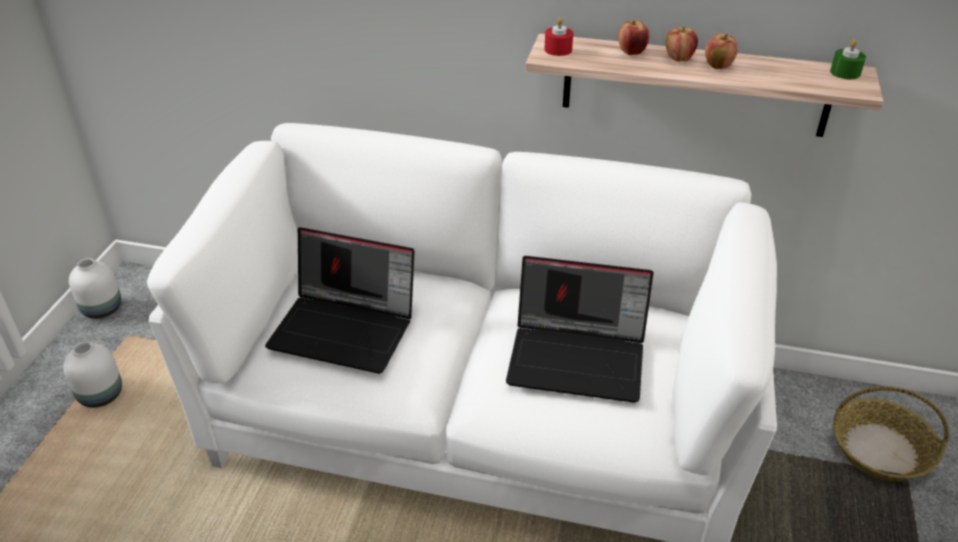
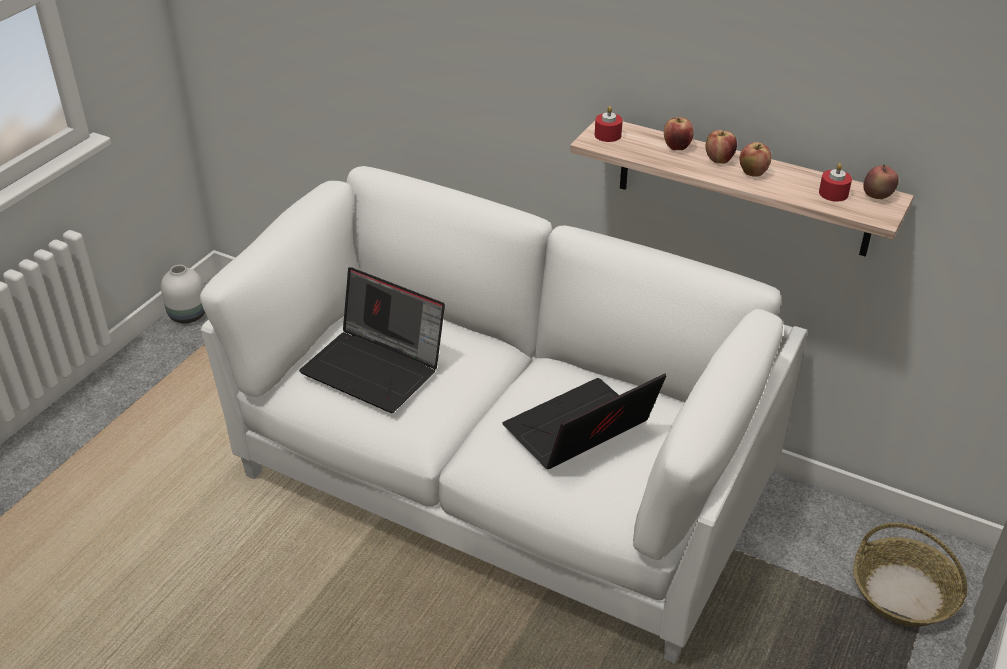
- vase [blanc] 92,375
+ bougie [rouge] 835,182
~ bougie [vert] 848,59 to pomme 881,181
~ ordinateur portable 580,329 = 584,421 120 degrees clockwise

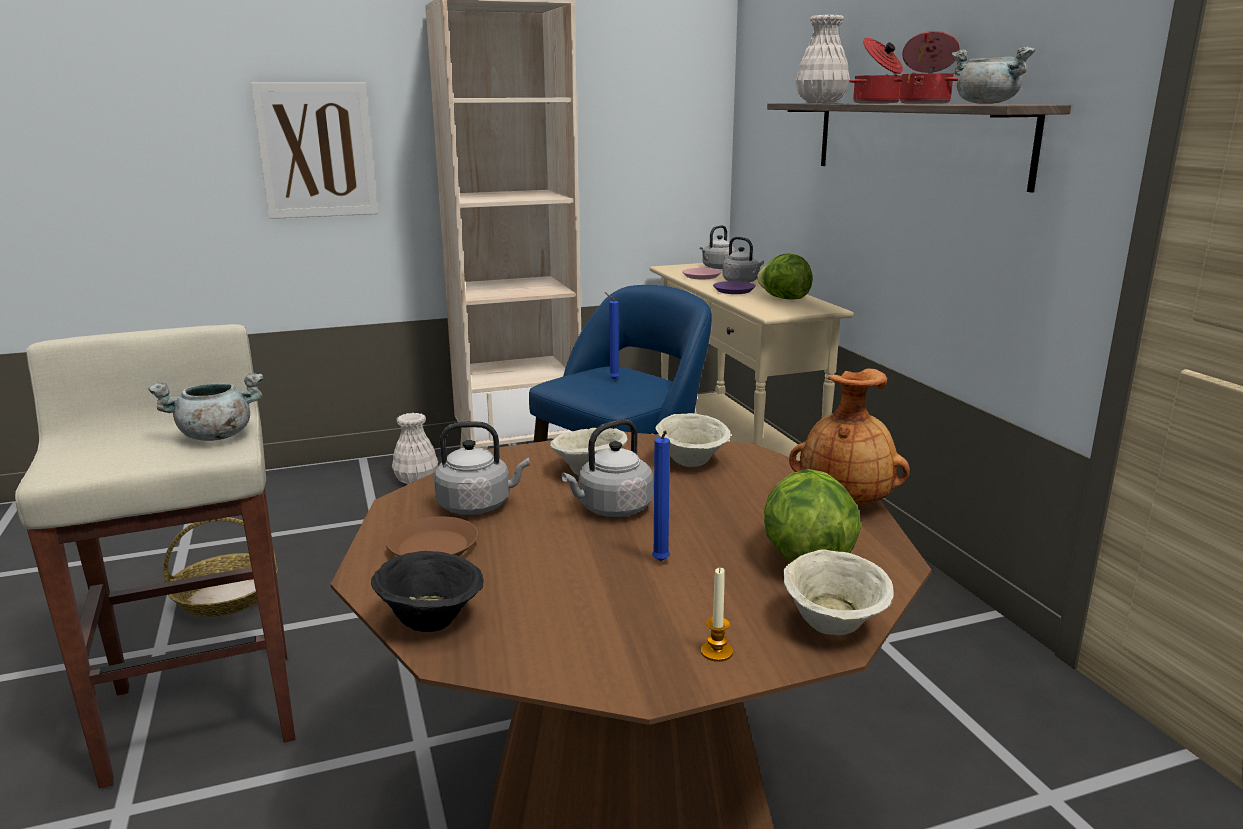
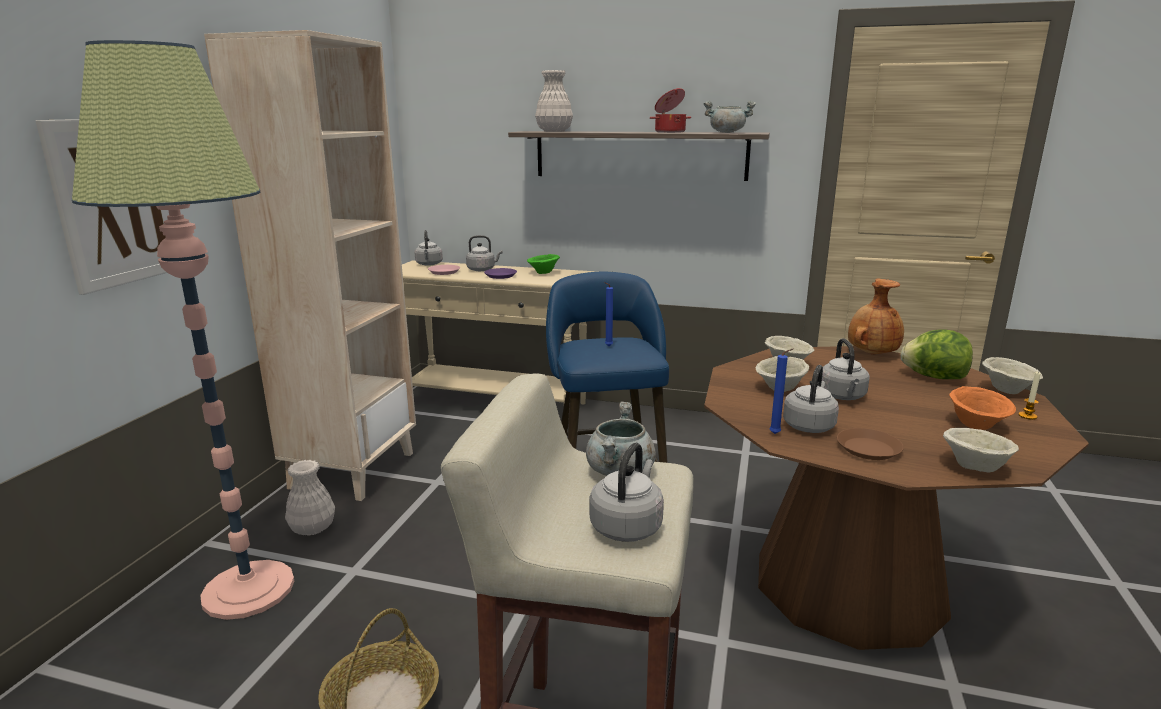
- marmite 876,70
+ lampadaire 183,330
+ bouilloire [gris] 627,492
+ bol [orange] 982,408
~ bougie [bleu] 661,496 to 781,391
~ laitue 785,276 to bol [vert] 543,264
~ bol [noir] 427,591 to bol [beige] 981,450

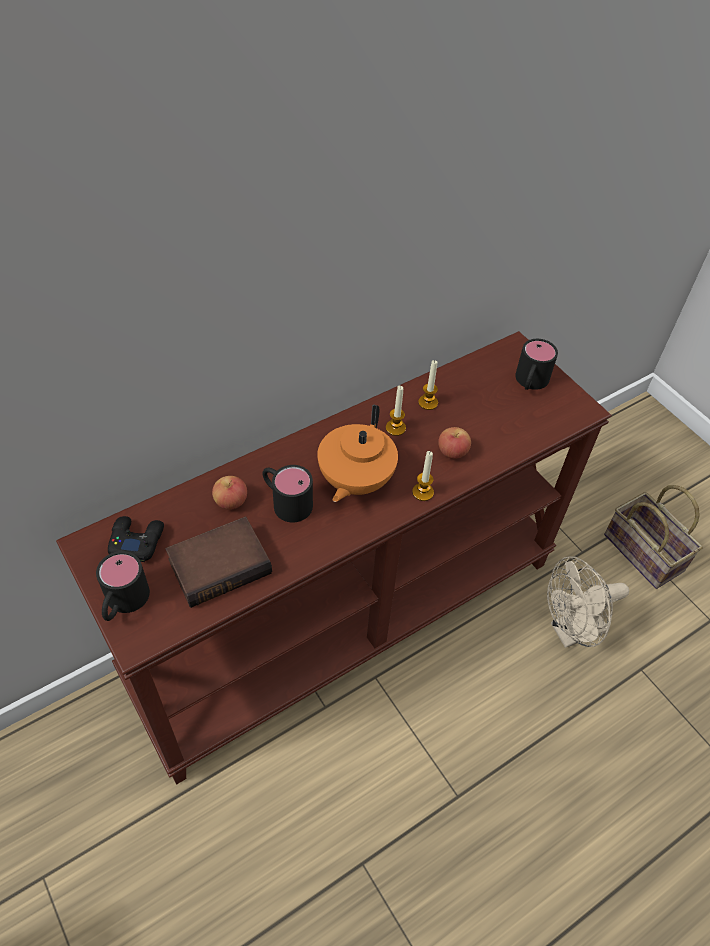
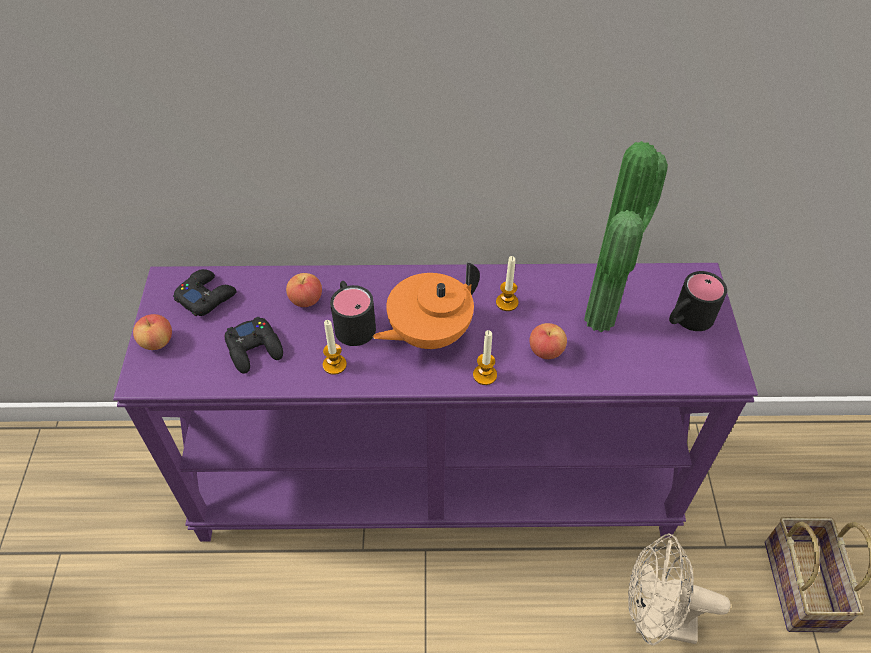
+ plante en pot 626,236
~ bougie 428,385 to 335,347
~ mug [noir] 123,586 to pomme 152,332
~ livre 219,562 to manette [noir] 254,345
~ table console [marron] 334,558 to table console [violet] 435,402

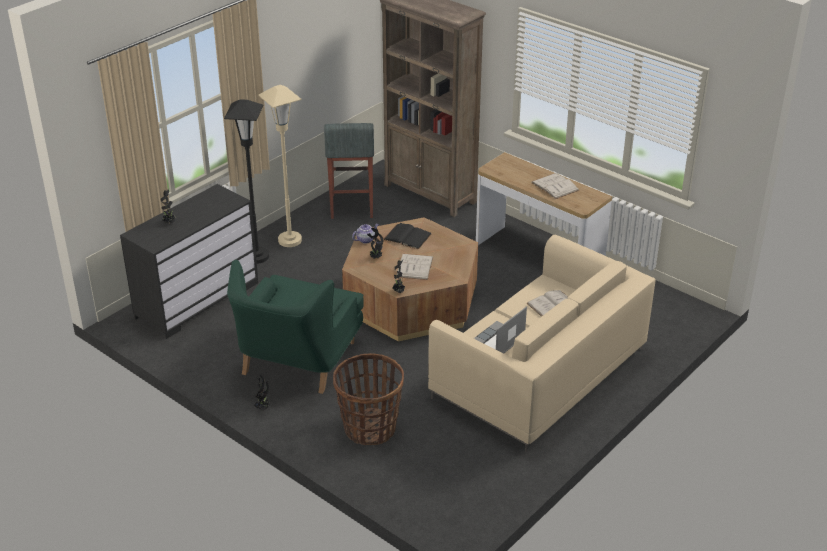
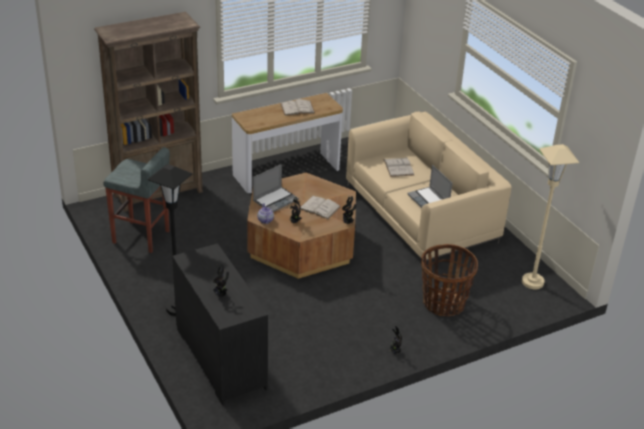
- fauteuil [vert] 295,327
~ lampadaire [beige] 280,166 to 550,216
~ livre [noir] 407,236 to ordinateur portable 276,188

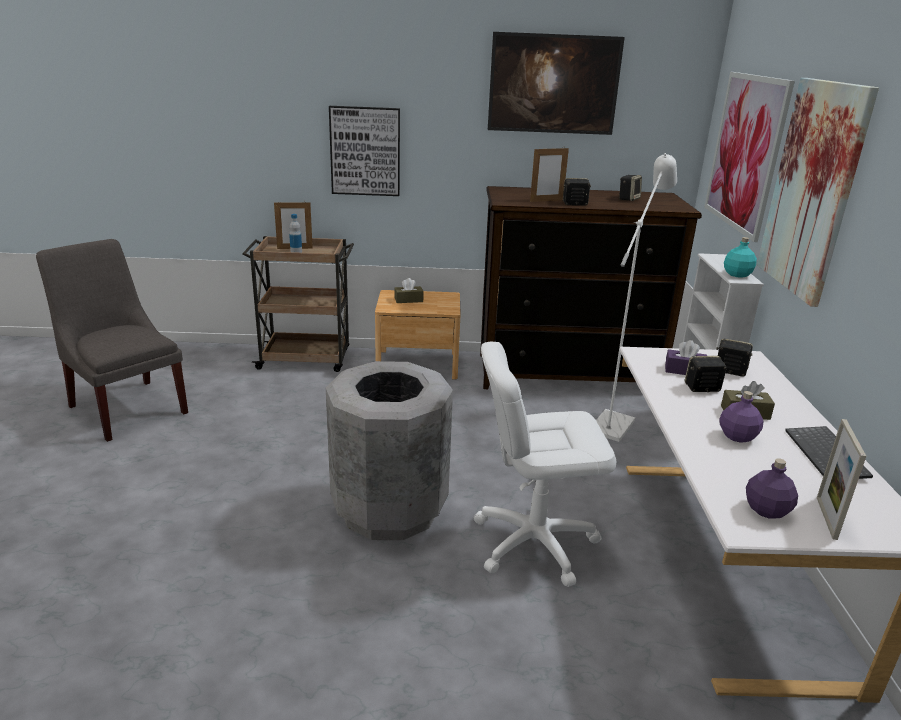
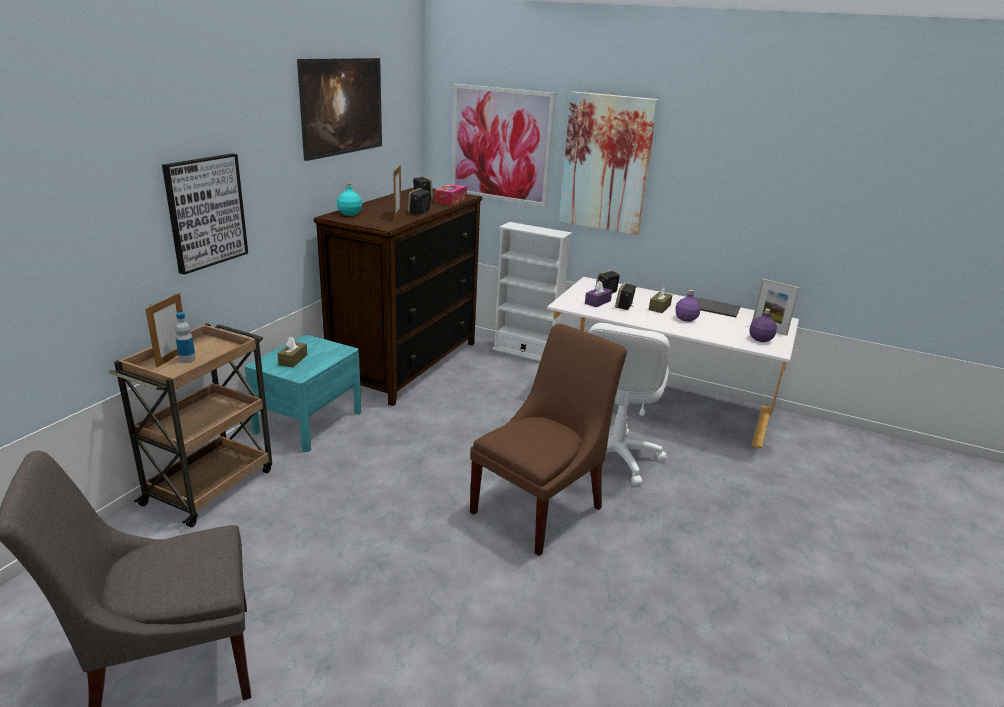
- lampadaire [blanc] 636,297
+ boîte à mouchoirs 451,194
~ bouteille [turquoise] 740,257 to 349,199
~ poubelle [gris] 389,450 to chaise [marron] 548,440
~ table de chevet [marron] 418,335 to table de chevet [turquoise] 303,393

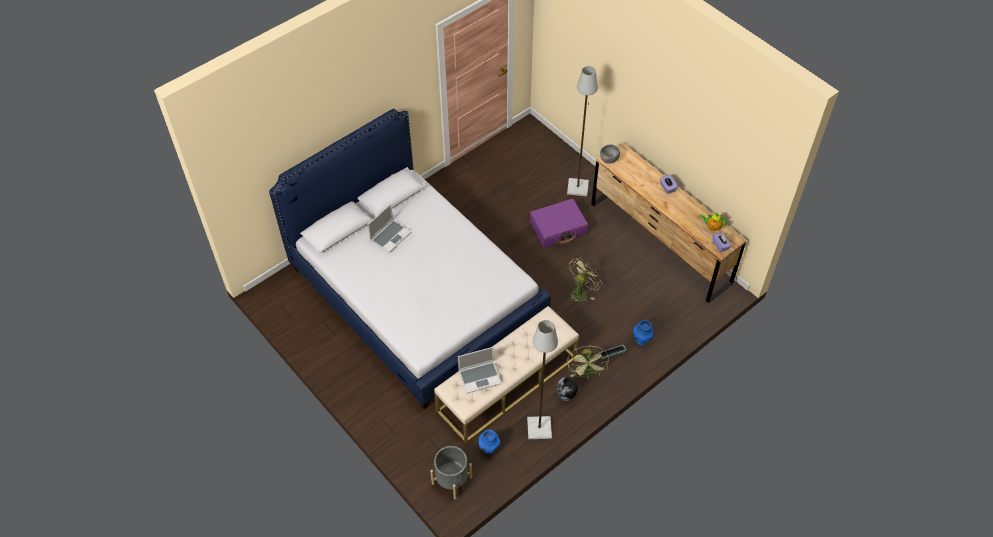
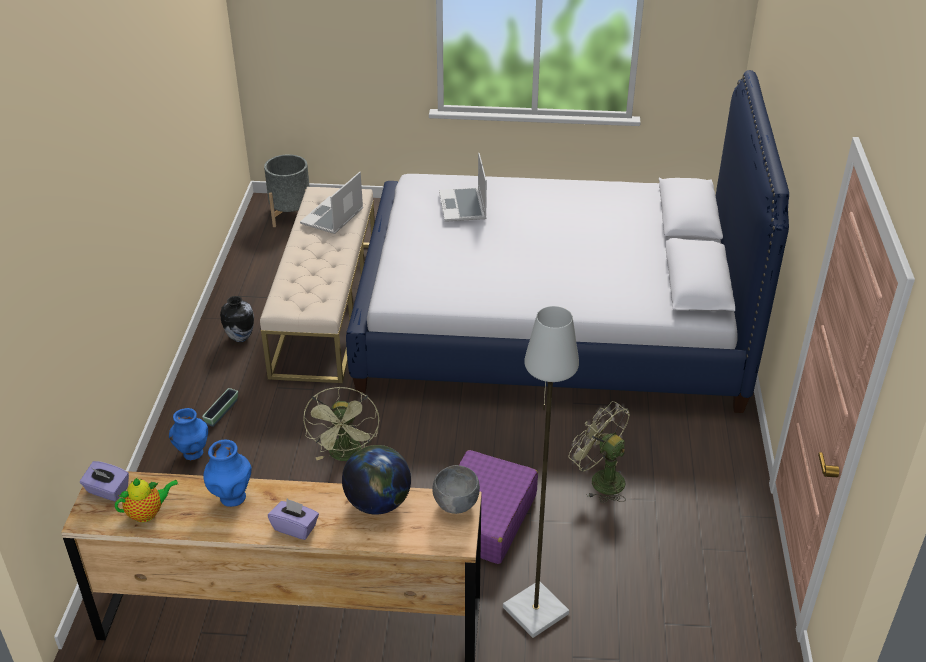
- lampadaire [gris] 542,379
+ globe 376,480
~ ordinateur portable 389,228 to 463,187
~ vase [bleu] 489,441 to 227,473
~ ventilateur [vert] 588,362 to 599,452

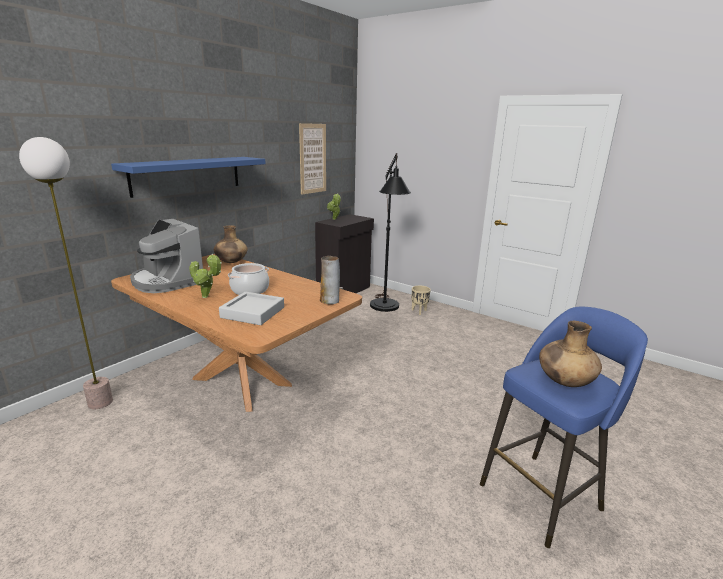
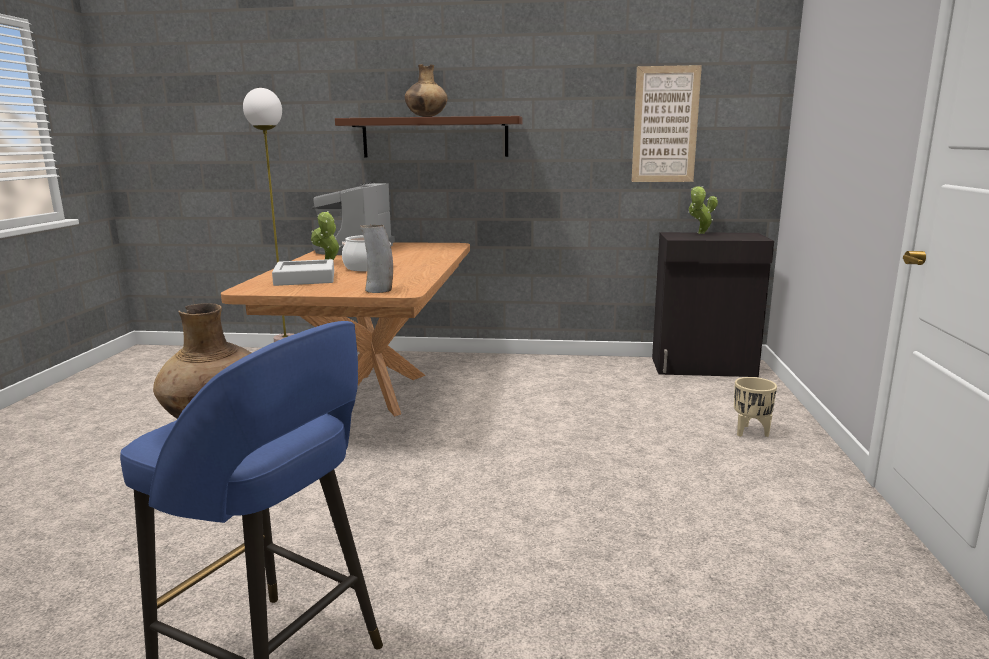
- lampadaire [noir] 390,232
~ vase [marron] 231,244 to 426,90
~ étagère [bleu] 188,177 to étagère [marron] 428,136

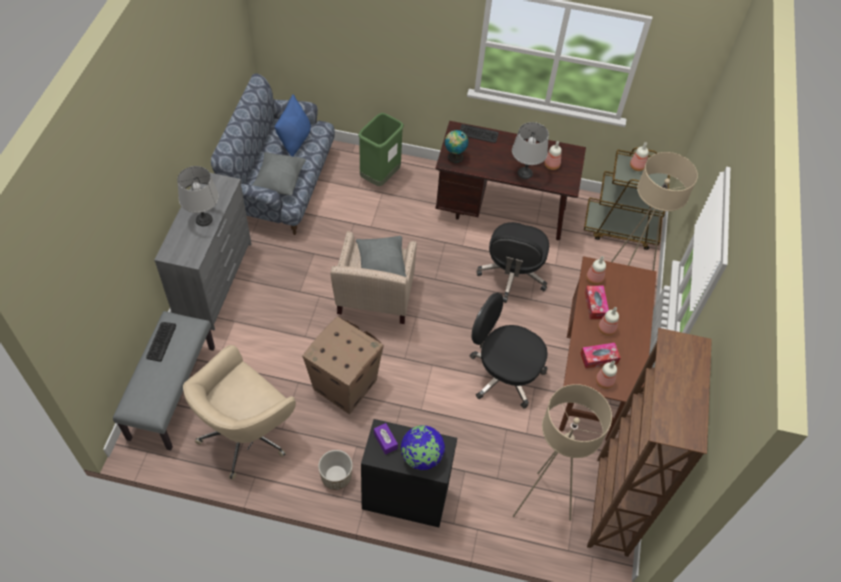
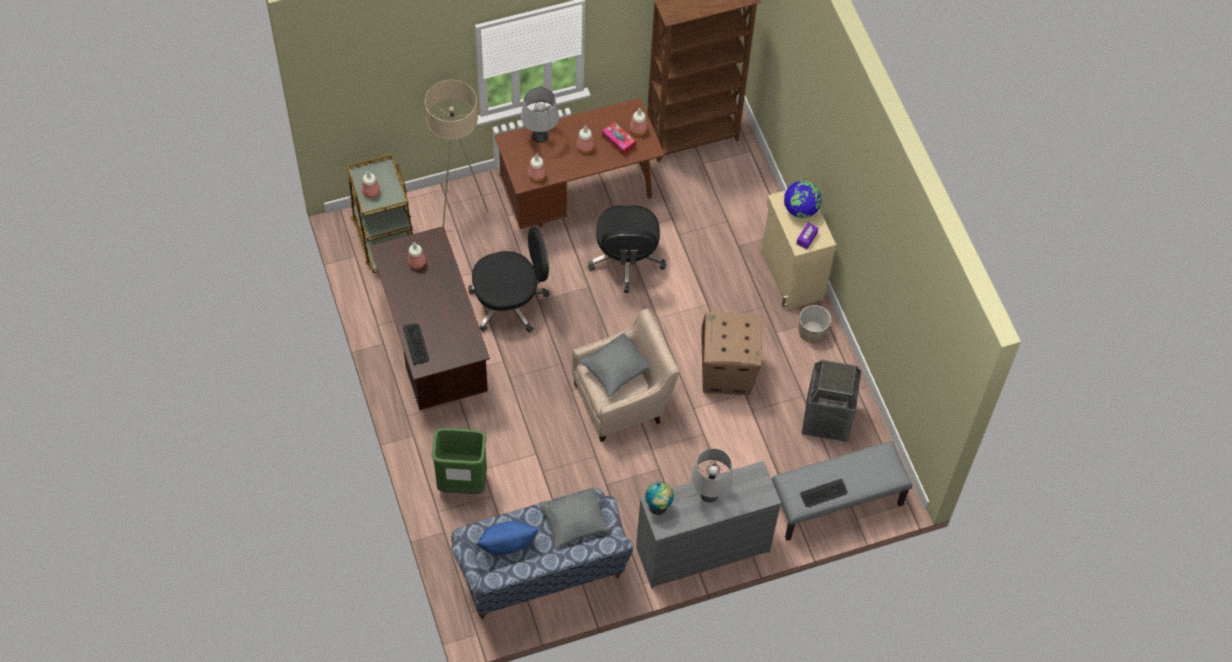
- lampadaire [beige] 562,452
- boîte à mouchoirs 597,302
~ globe 456,146 to 659,498
~ lampe de table [gris] 530,150 to 540,115
~ chaise de bureau [beige] 239,412 to poubelle 831,401
~ meuble de rangement [noir] 409,473 to meuble de rangement [beige] 799,250

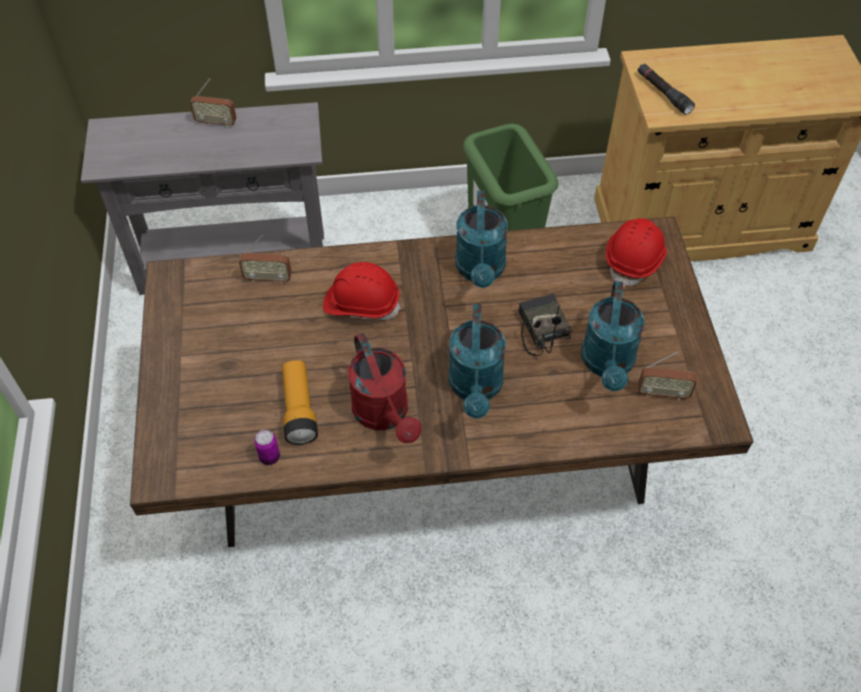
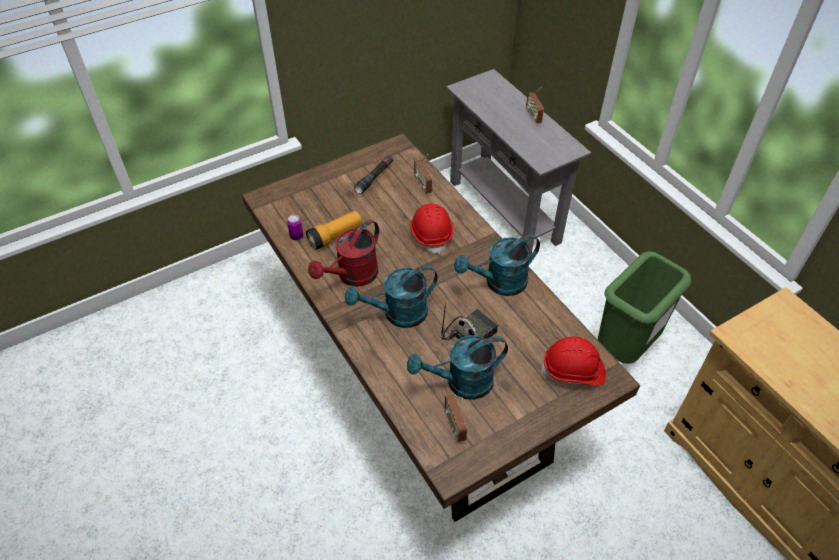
~ lampe de poche [noir] 666,89 to 373,174

